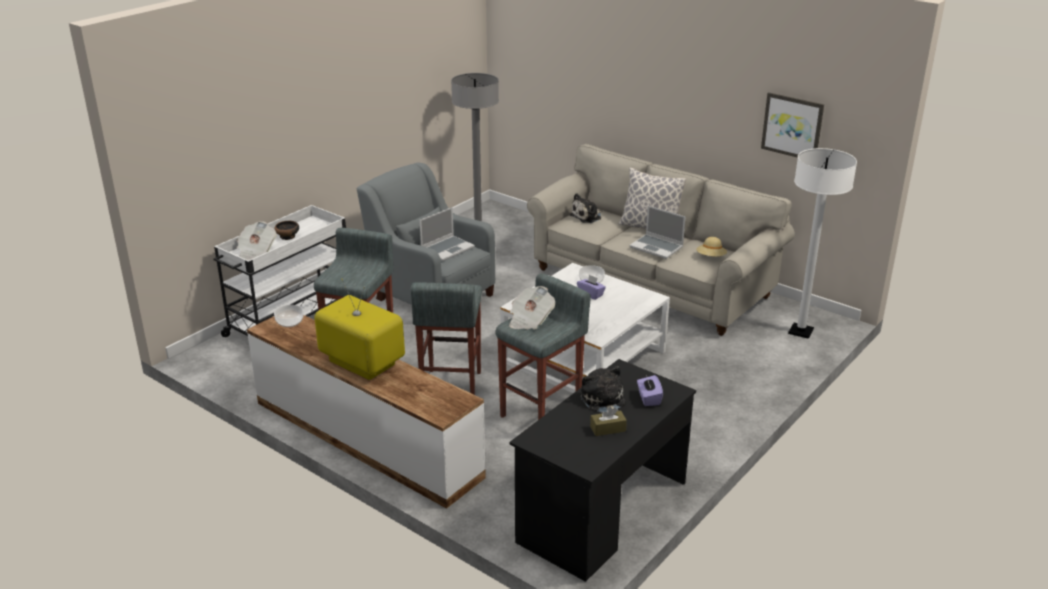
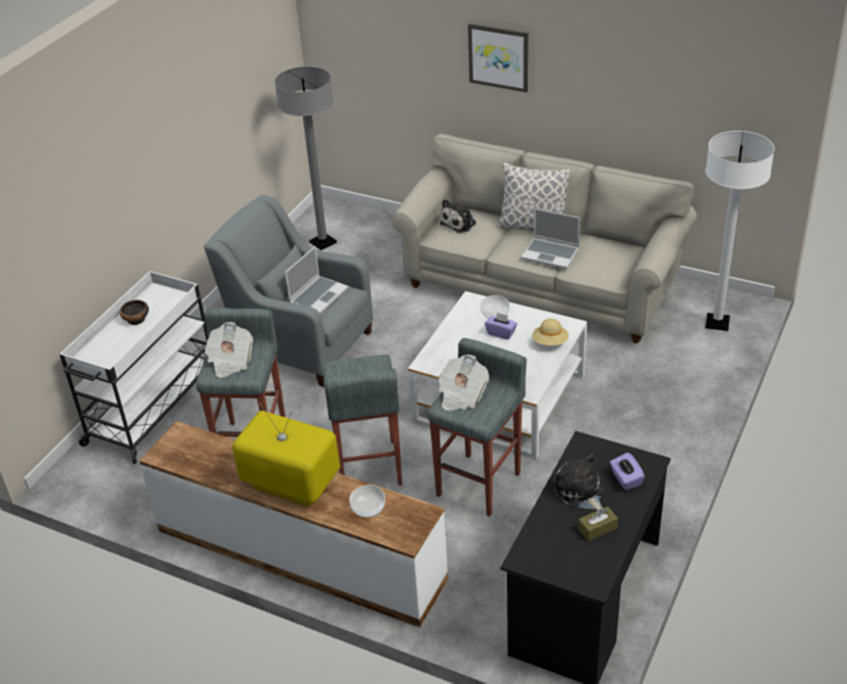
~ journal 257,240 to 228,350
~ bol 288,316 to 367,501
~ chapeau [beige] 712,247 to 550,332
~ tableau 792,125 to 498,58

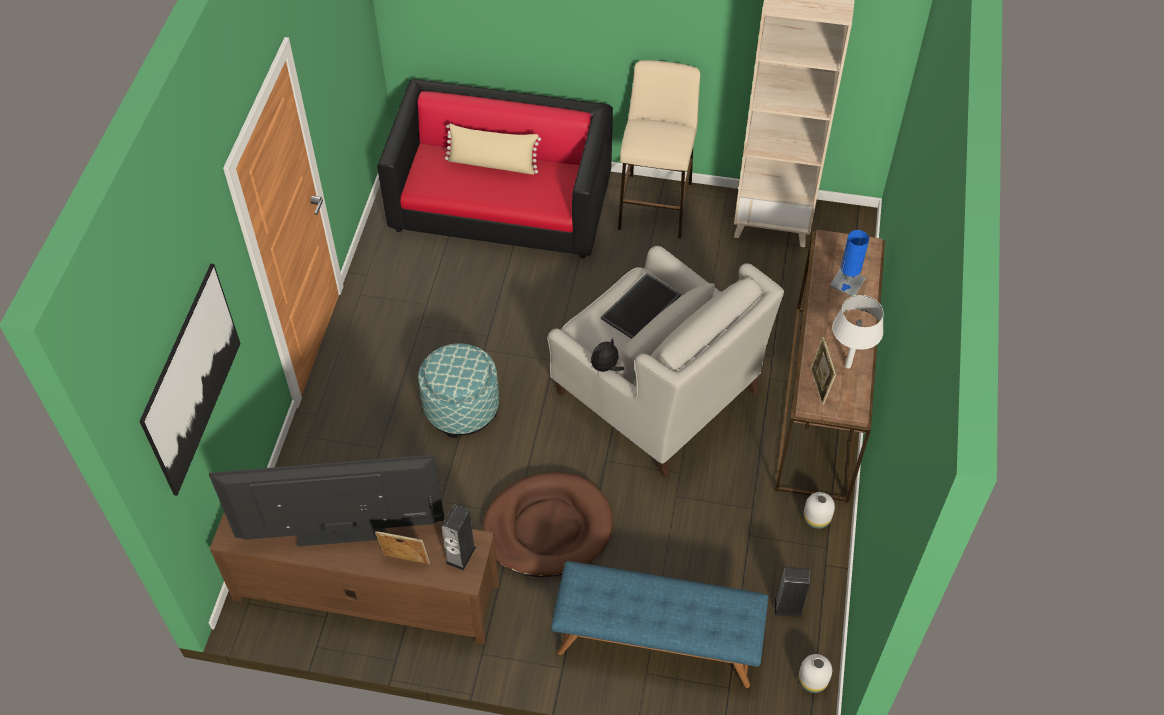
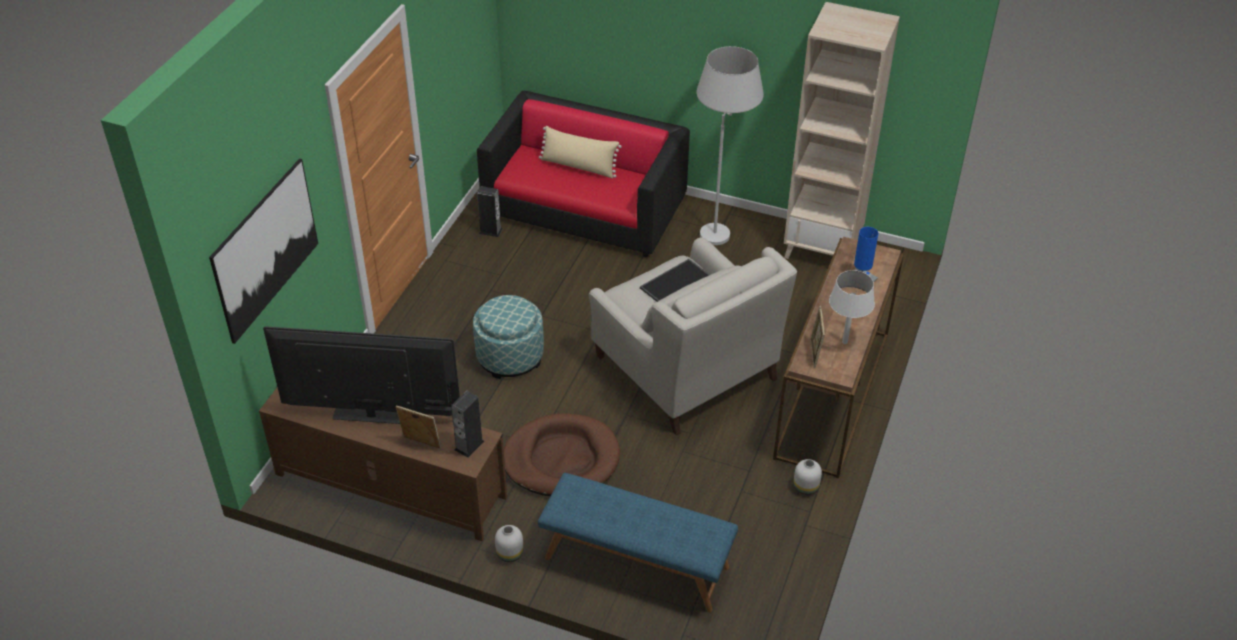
- peluche 607,357
~ enceinte 792,592 to 489,211
~ vase [blanc] 815,673 to 509,543
~ tabouret [beige] 659,149 to lampadaire [blanc] 730,145

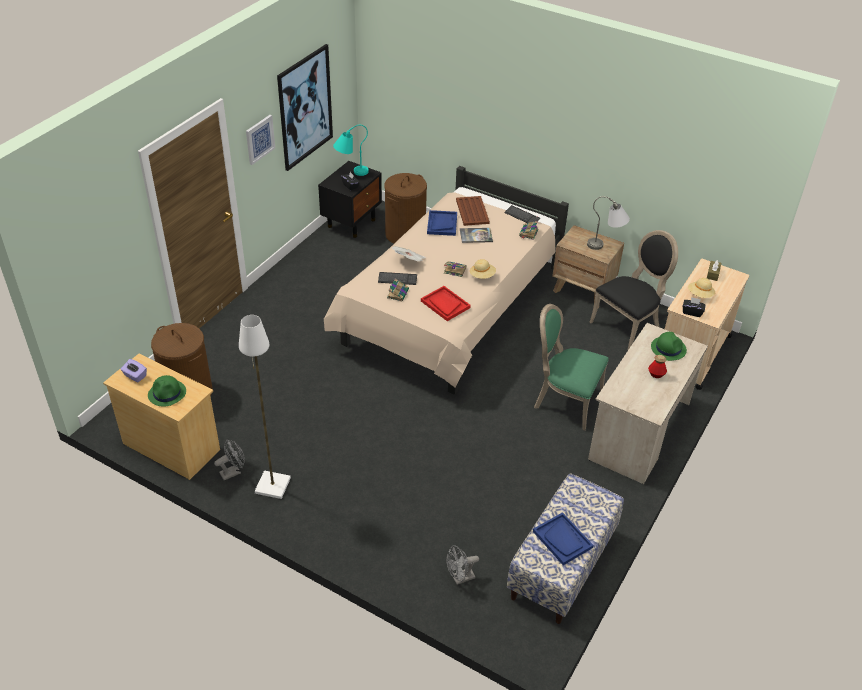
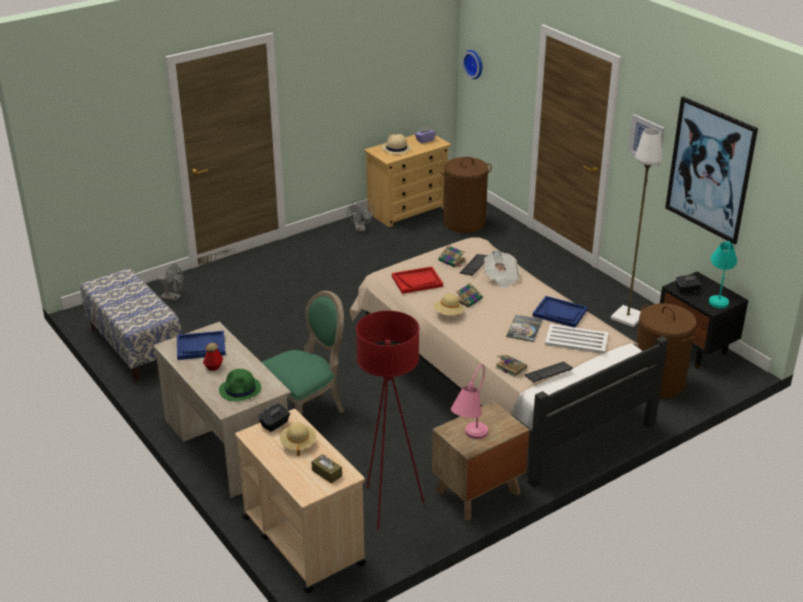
+ horloge murale 472,64
~ lampadaire [blanc] 265,407 to 636,227
~ plateau [bleu] 563,538 to 201,345
~ chaise [noir] 634,290 to lampadaire [rouge] 390,420
~ chapeau [vert] 167,391 to chapeau [beige] 396,144
~ plateau [marron] 473,211 to plateau [blanc] 577,339
~ lampe de table [gris] 608,223 to lampe de table [rose] 469,401
~ ventilateur [gris] 462,565 = 170,282 105 degrees clockwise

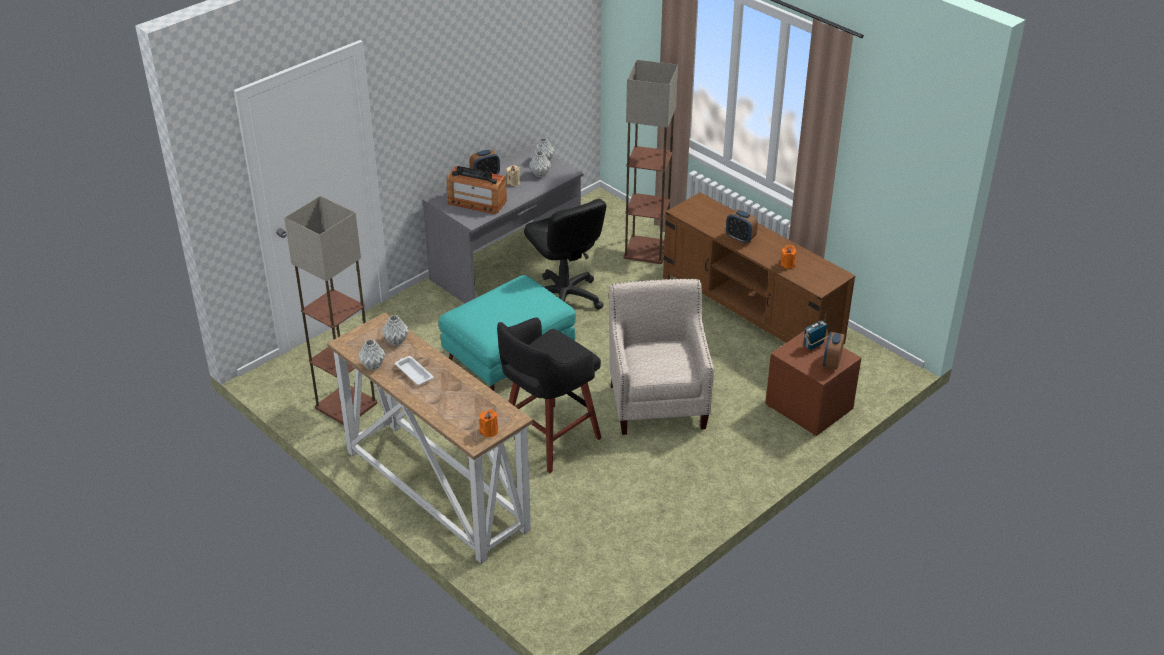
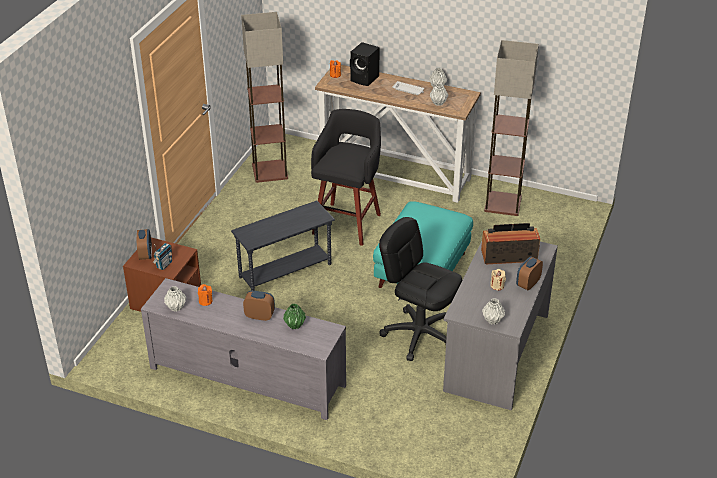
+ vase [vert] 294,316
+ enceinte [noir] 365,64
~ vase [gris] 540,164 to 175,299
~ lampadaire 651,162 to 264,97
~ fauteuil [beige] 661,357 to table d'appoint [gris] 283,246
~ meuble télé [marron] 759,268 to meuble télé [gris] 243,349

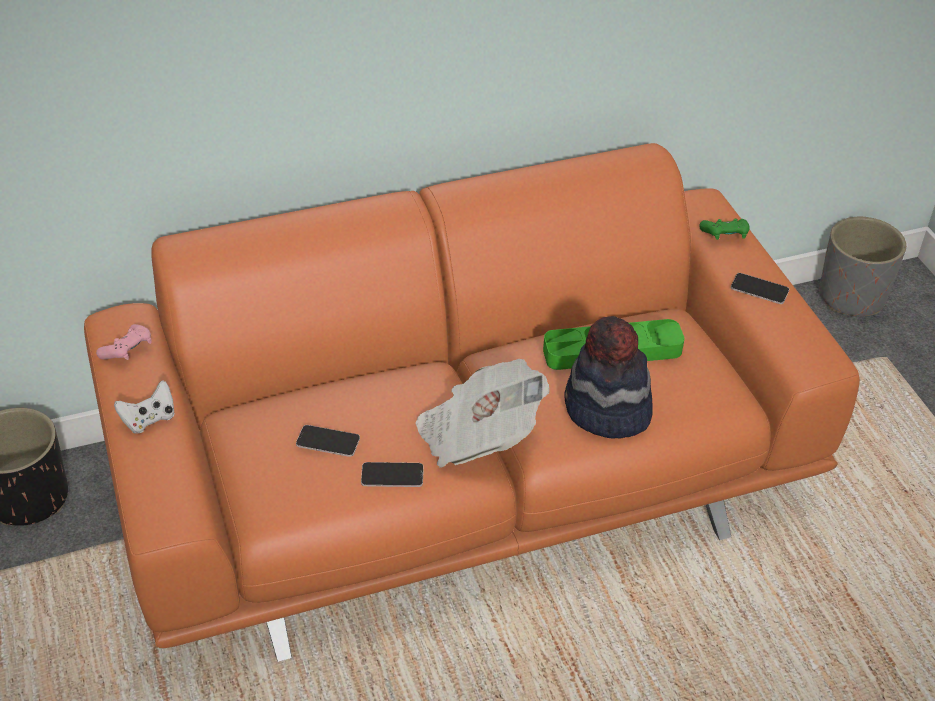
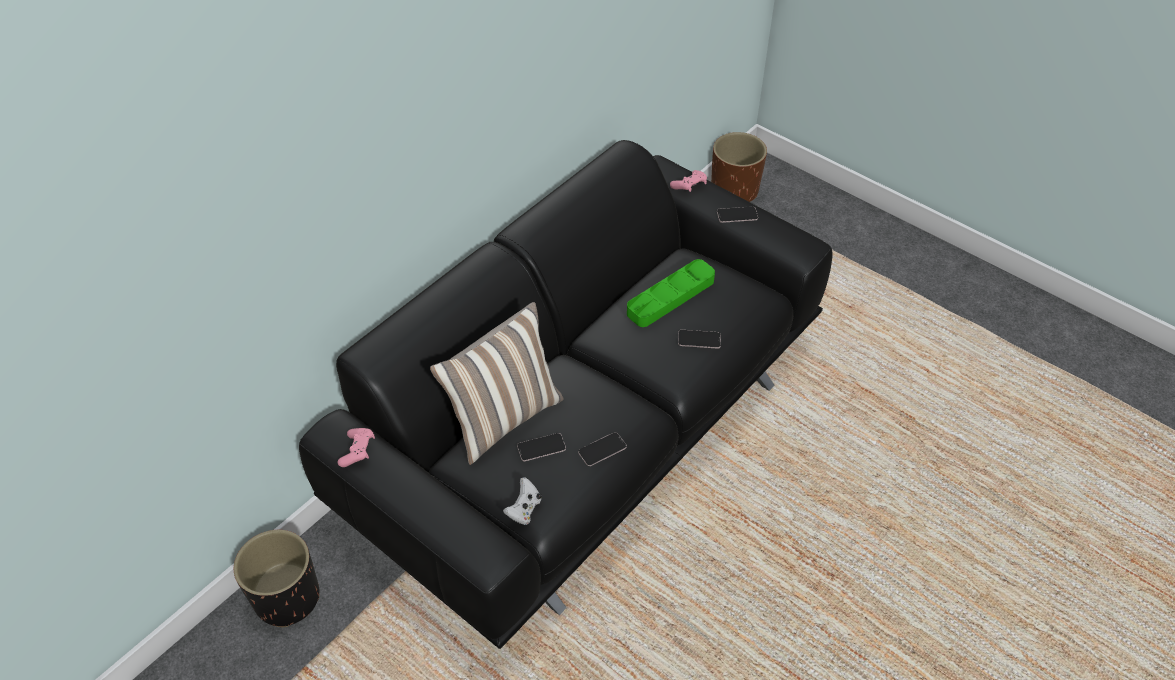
- journal 482,413
+ coussin 497,383
~ manette [blanc] 144,407 to 522,501
~ chapeau 608,377 to téléphone 699,339
~ canapé [orange] 472,402 to canapé [noir] 566,394
~ manette [vert] 724,229 to manette [rose] 688,181
~ cache-pot [gris] 862,266 to cache-pot [marron] 739,167

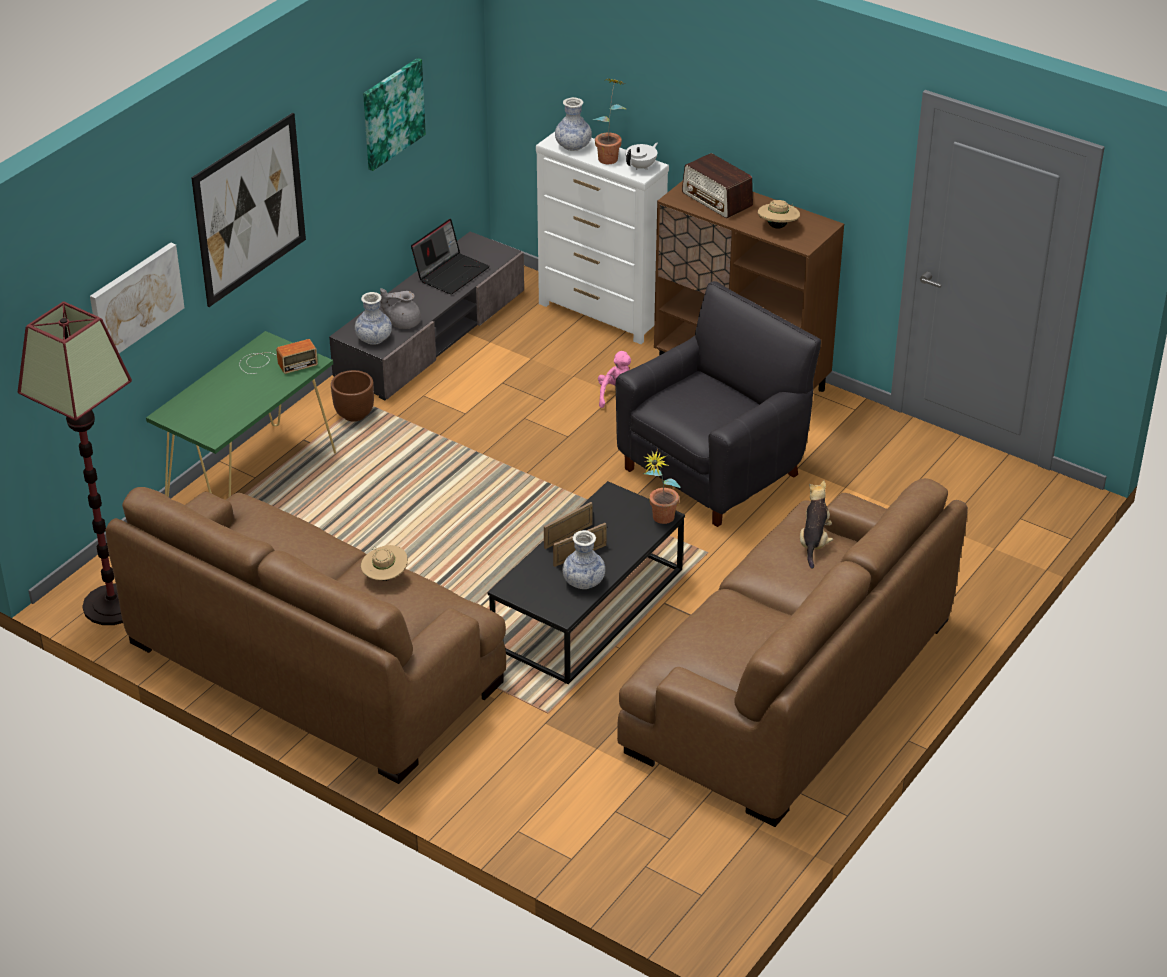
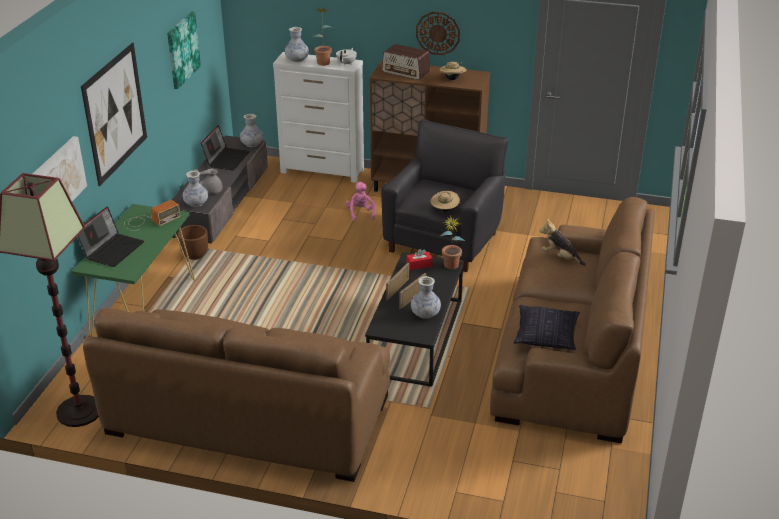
+ ordinateur portable 110,236
+ vase 251,130
+ boîte à mouchoirs [rouge] 420,259
+ horloge murale 438,33
+ coussin 547,327
~ chapeau [beige] 384,563 to 445,201
~ peluche 816,524 = 562,242 45 degrees counterclockwise

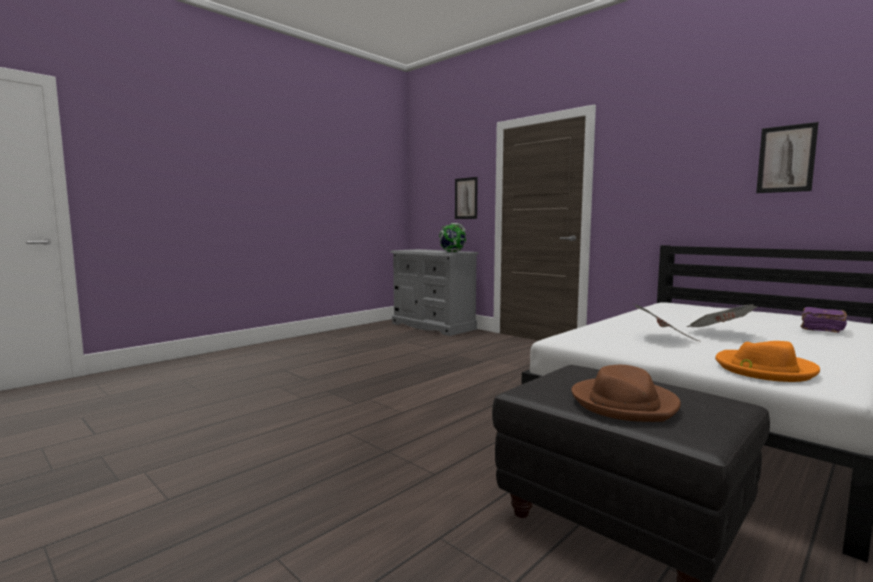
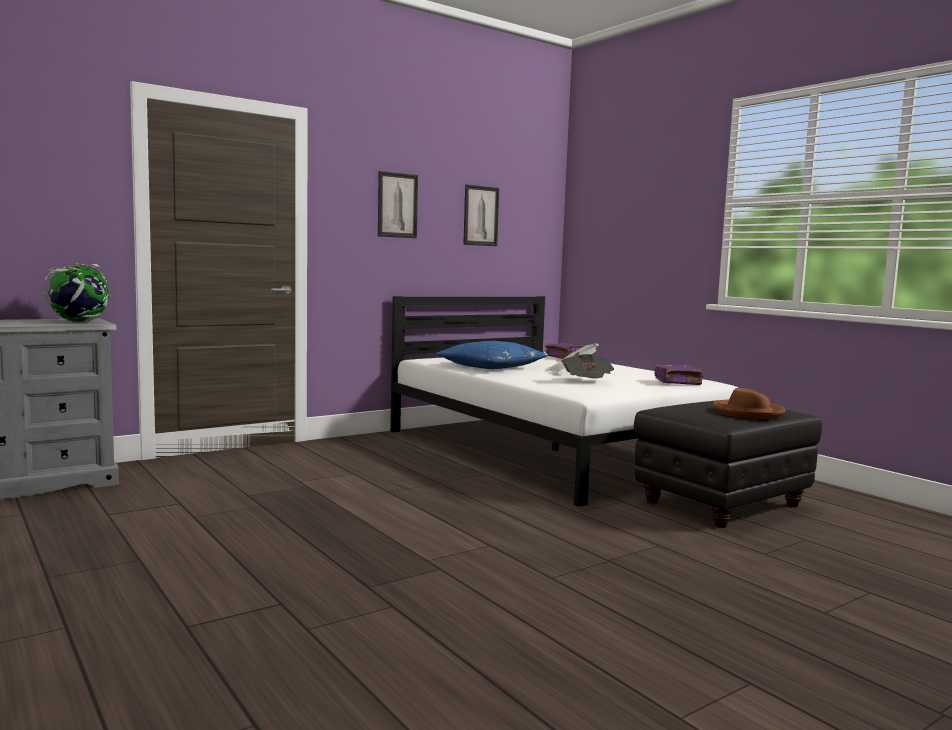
+ coussin [bleu] 492,355
~ tableau 466,198 to 398,204
~ chapeau [orange] 767,361 to livre [violet] 678,375

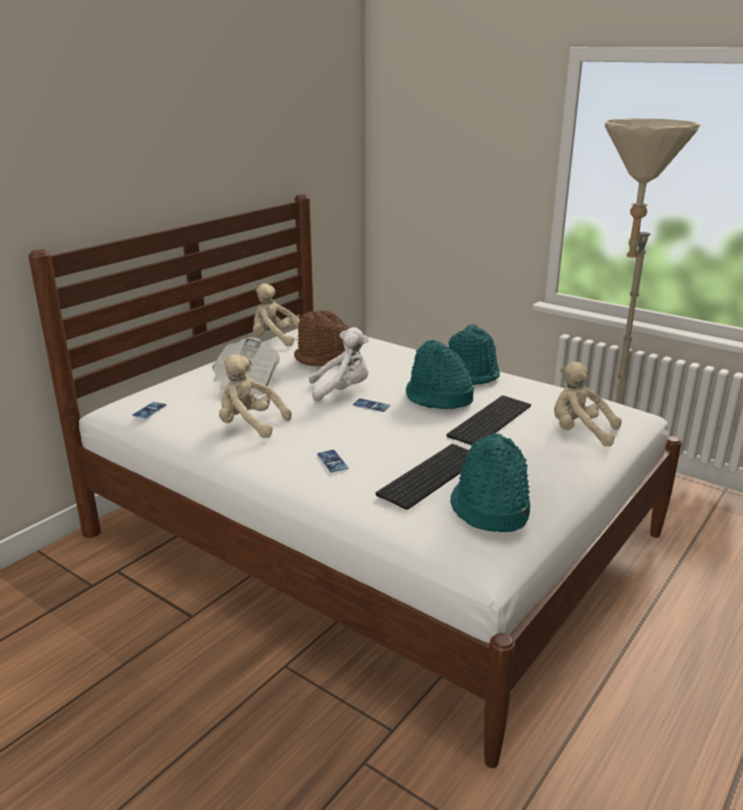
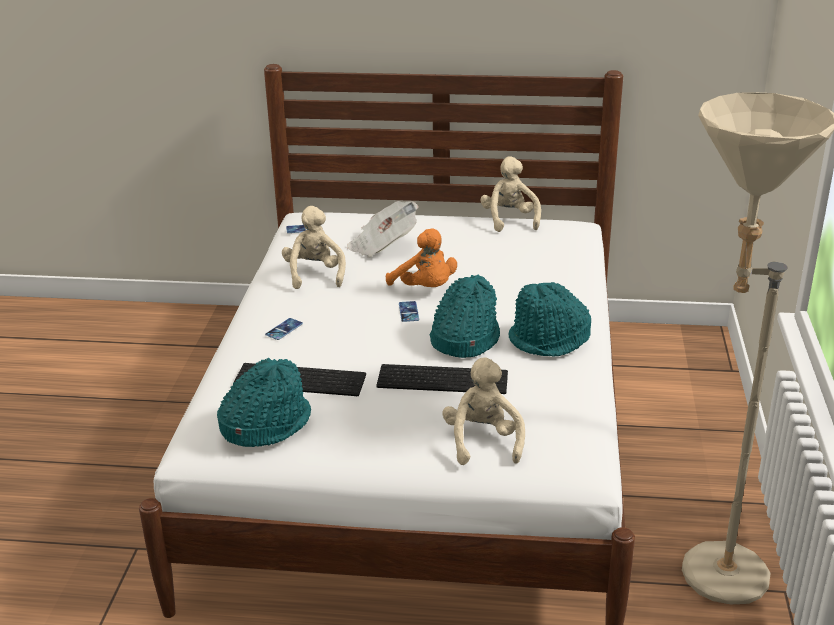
- chapeau [marron] 322,338
~ peluche [blanc] 339,364 to peluche [orange] 421,257

